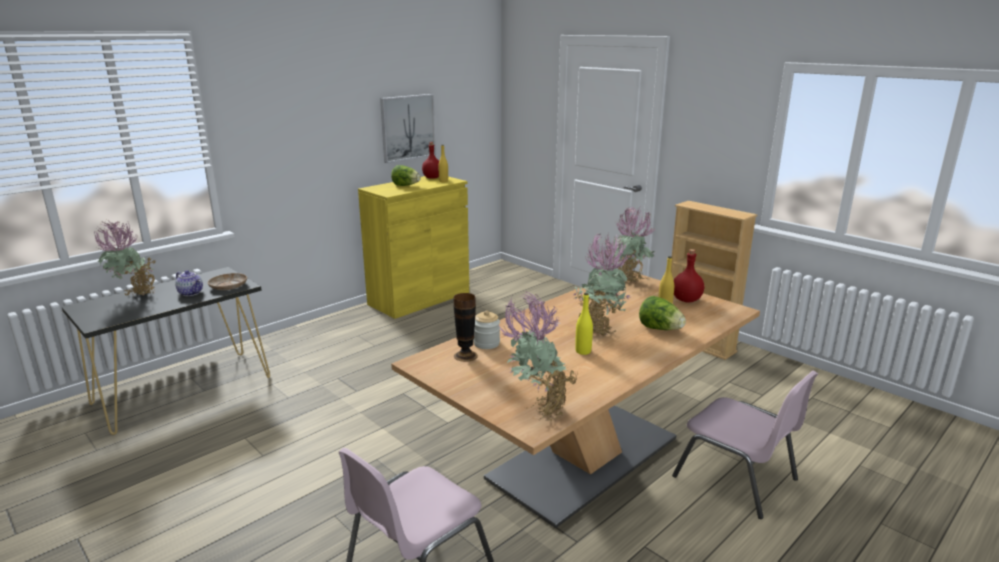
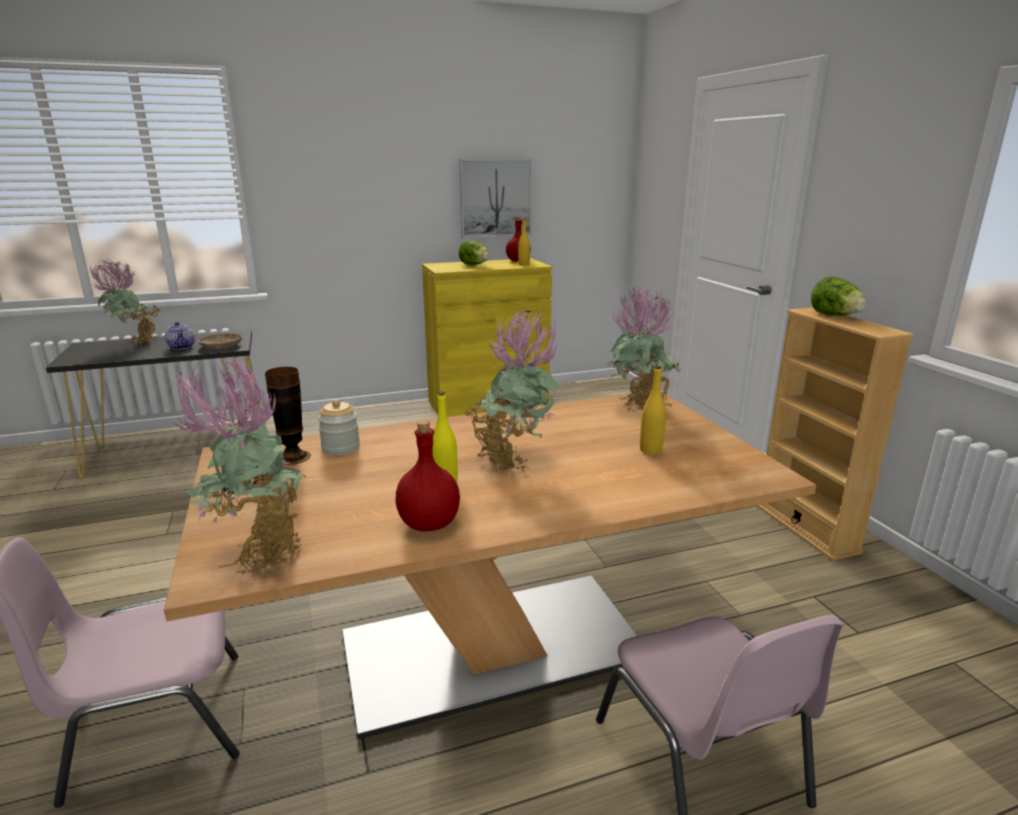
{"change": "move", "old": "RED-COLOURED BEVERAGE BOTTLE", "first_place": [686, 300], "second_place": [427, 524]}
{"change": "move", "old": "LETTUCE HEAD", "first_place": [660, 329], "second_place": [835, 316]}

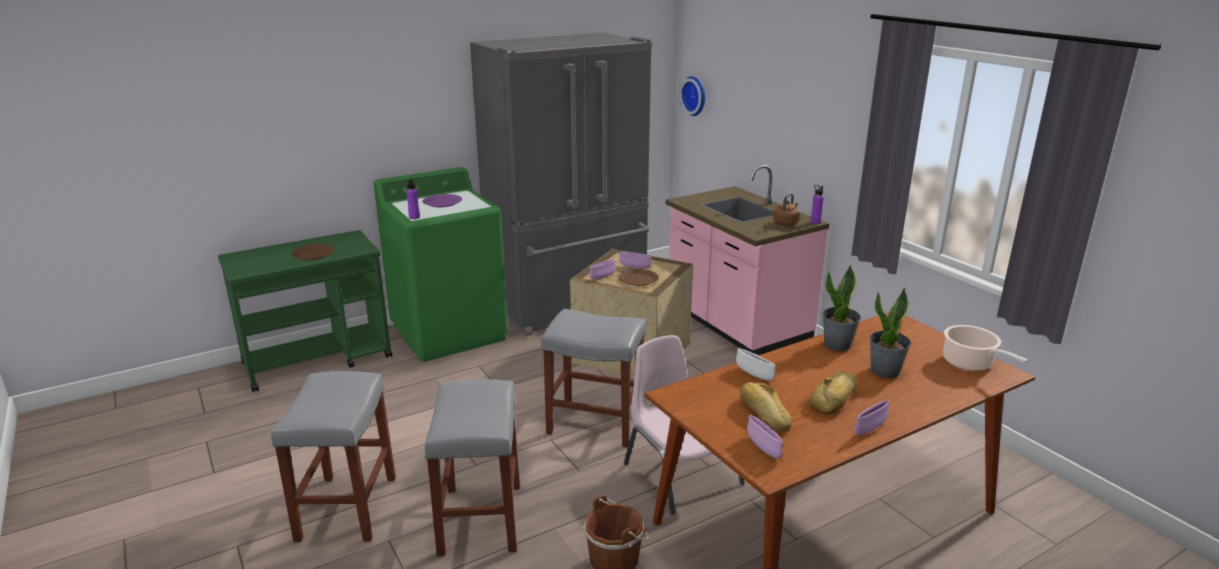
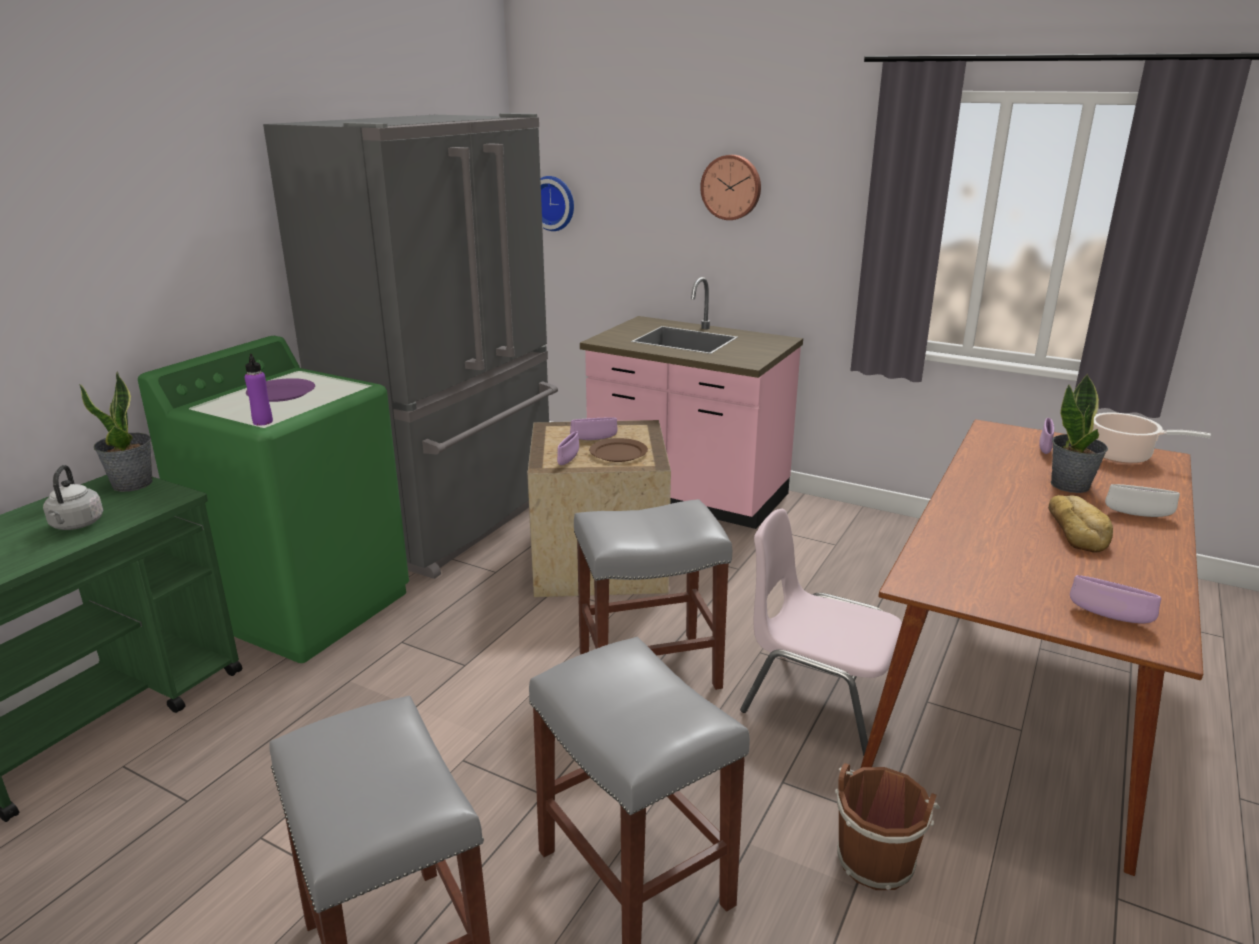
{"change": "replace", "old": "BROWNISH DINNER PLATE", "new": "GREYISH WATER KETTLE", "first_place": [313, 254], "second_place": [76, 525]}
{"change": "move", "old": "HOUSEPLANT", "first_place": [837, 344], "second_place": [133, 484]}
{"change": "insert", "new": "CLOCK ON THE WALL", "second_place": [731, 187]}
{"change": "move", "old": "PURPLE-COLOURED DEEP DISH", "first_place": [870, 429], "second_place": [1044, 449]}
{"change": "move", "old": "WHITE DEEP DISH", "first_place": [754, 375], "second_place": [1138, 515]}
{"change": "delete", "old": "BREAD", "first_place": [763, 413]}
{"change": "delete", "old": "BROWNISH WATER KETTLE", "first_place": [786, 223]}
{"change": "delete", "old": "PURPLE-COLOURED BEVERAGE BOTTLE", "first_place": [815, 222]}

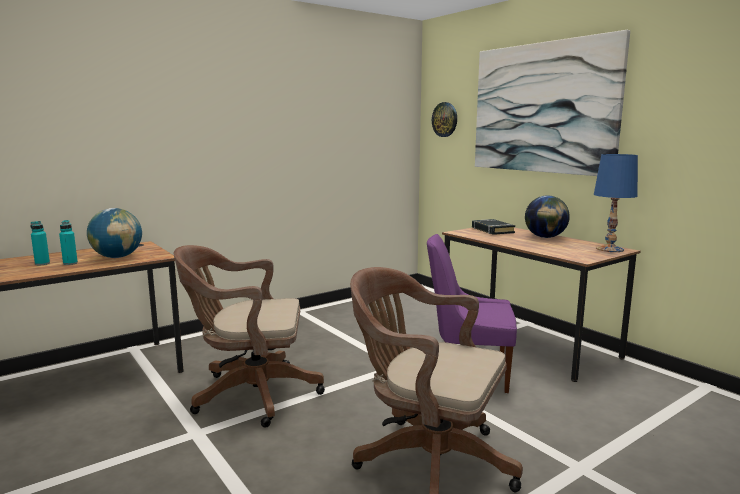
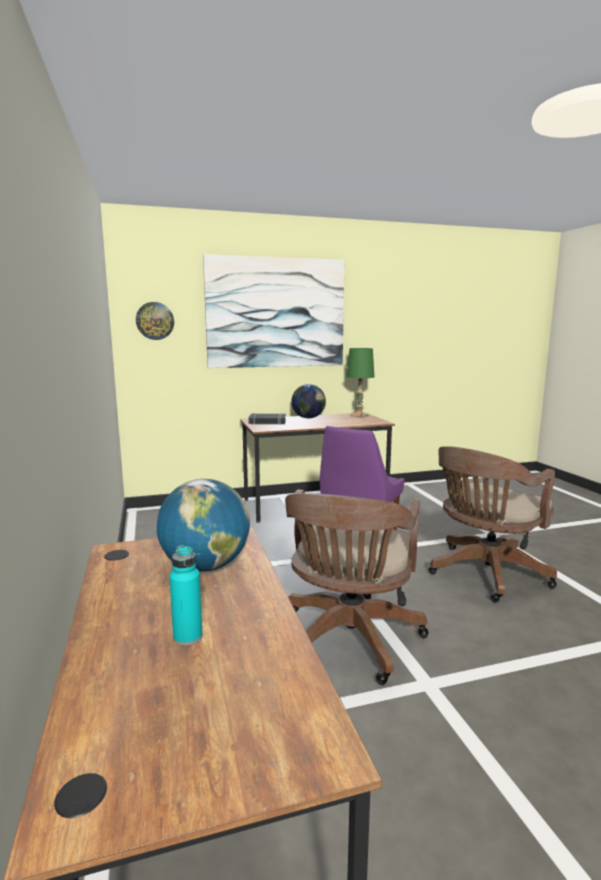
{"change": "recolor", "old": "BLUE LAMP FOR A TABLE", "new": "GREEN-COLOURED LAMP FOR A TABLE", "first_place": [610, 249], "second_place": [359, 415]}
{"change": "delete", "old": "BLUE-GREEN BEVERAGE BOTTLE", "first_place": [70, 263]}

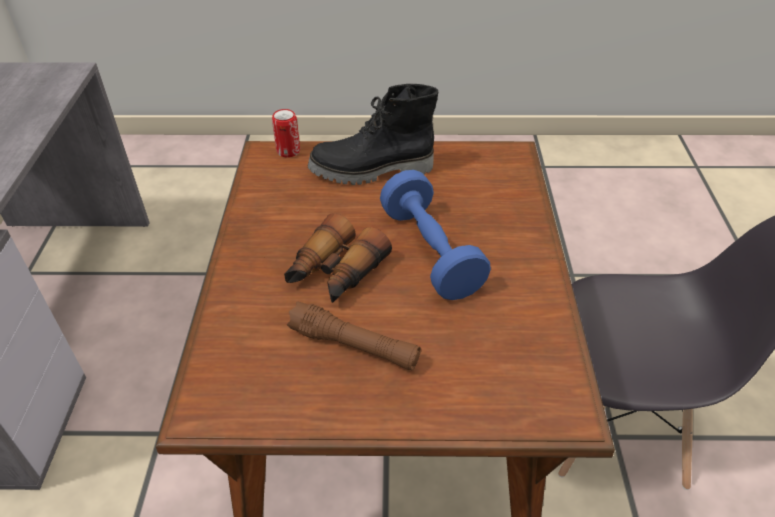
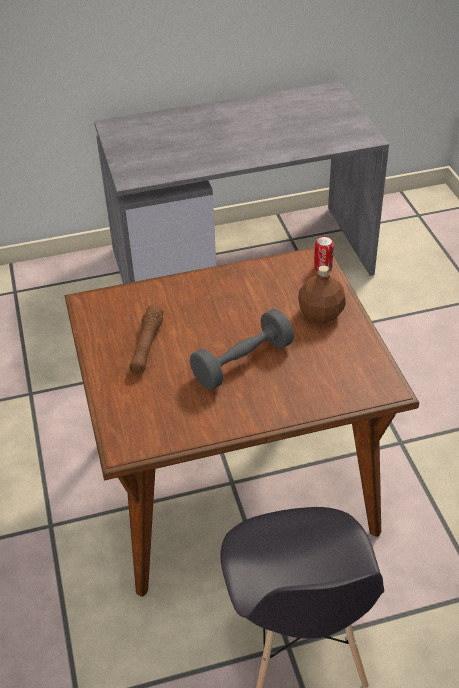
{"change": "recolor", "old": "BLUE DUMBBELL", "new": "GREYISH DUMBBELL", "first_place": [431, 252], "second_place": [242, 363]}
{"change": "replace", "old": "BLACKISH TALL BOOT", "new": "BROWNISH BEVERAGE BOTTLE", "first_place": [372, 171], "second_place": [320, 314]}
{"change": "delete", "old": "PAIR OF BINOCULARS", "first_place": [335, 273]}

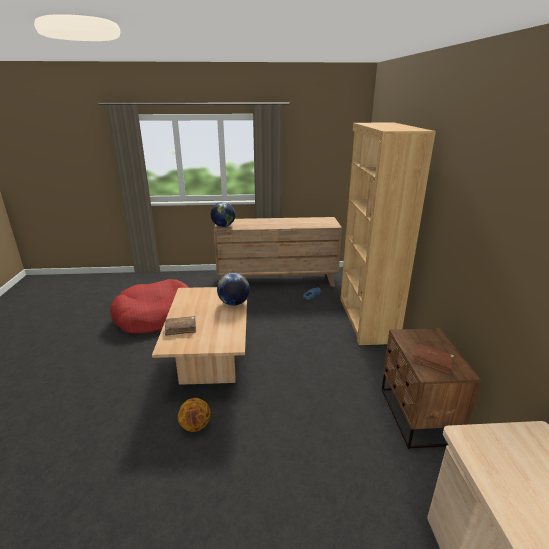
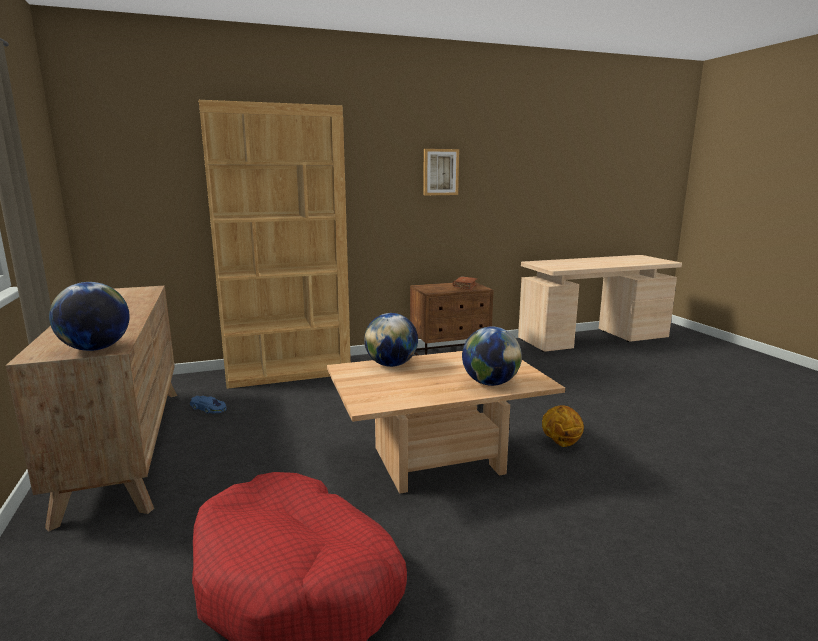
{"change": "insert", "new": "WALL ART", "second_place": [440, 172]}
{"change": "replace", "old": "BROWNISH BOUND BOOK", "new": "DESK GLOBE", "first_place": [181, 329], "second_place": [490, 383]}

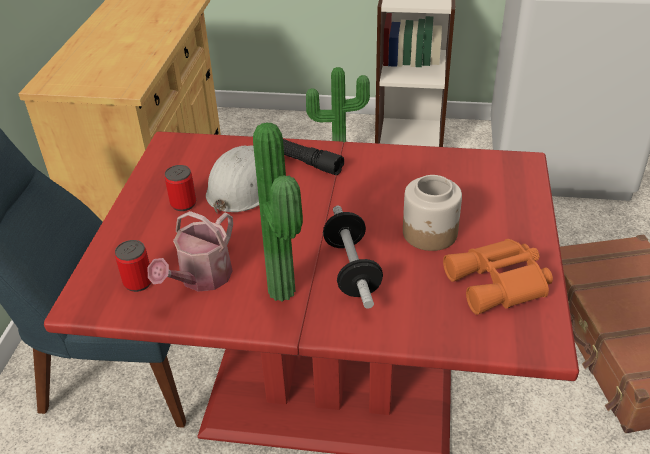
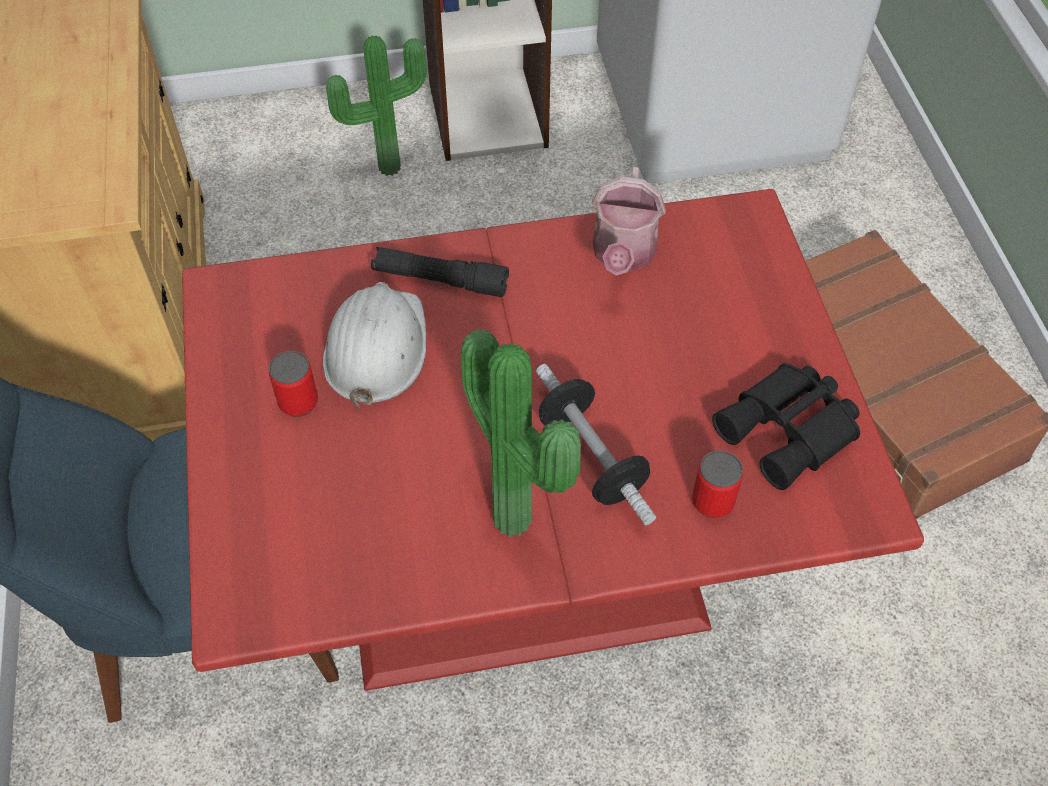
{"change": "move", "old": "SPRINKLING CAN", "first_place": [201, 279], "second_place": [623, 255]}
{"change": "move", "old": "CAN", "first_place": [138, 282], "second_place": [712, 501]}
{"change": "recolor", "old": "ORANGE PAIR OF BINOCULARS", "new": "BLACKISH PAIR OF BINOCULARS", "first_place": [500, 284], "second_place": [790, 431]}
{"change": "delete", "old": "JAR", "first_place": [430, 233]}

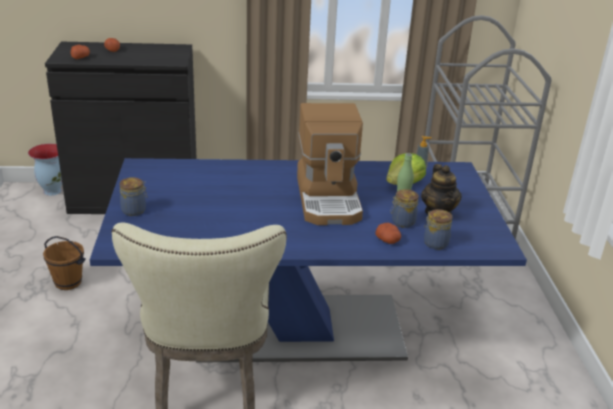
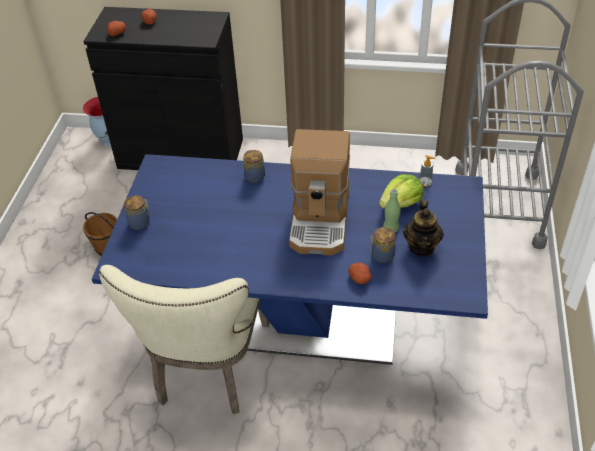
{"change": "move", "old": "JAR", "first_place": [434, 243], "second_place": [254, 176]}

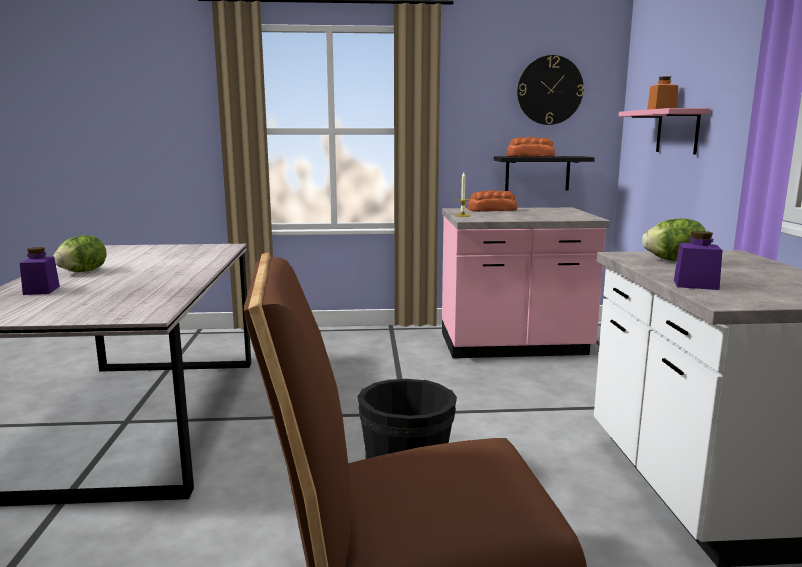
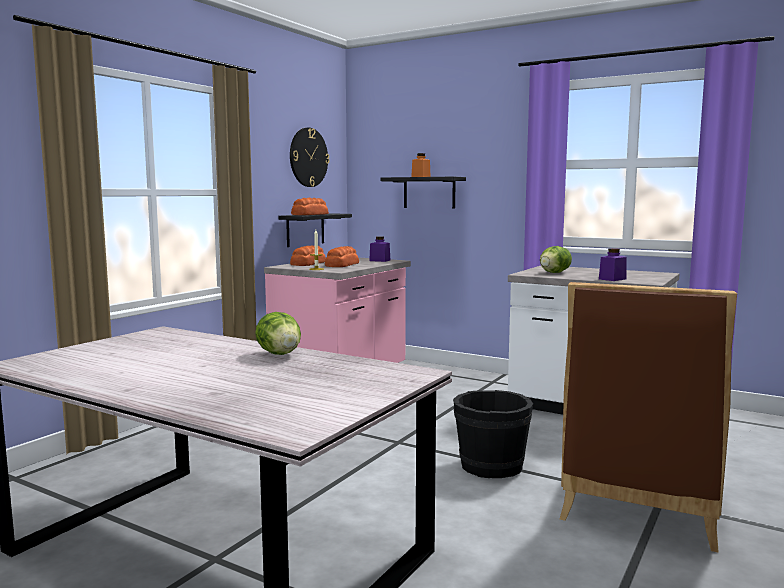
{"change": "move", "old": "LETTUCE HEAD", "first_place": [82, 271], "second_place": [280, 354]}
{"change": "insert", "new": "BREAD", "second_place": [341, 265]}
{"change": "move", "old": "PURPLE-COLOURED JAR", "first_place": [41, 290], "second_place": [380, 260]}
{"change": "recolor", "old": "PINK-COLOURED WALL SHELF", "new": "BLACKISH WALL SHELF", "first_place": [677, 131], "second_place": [429, 192]}

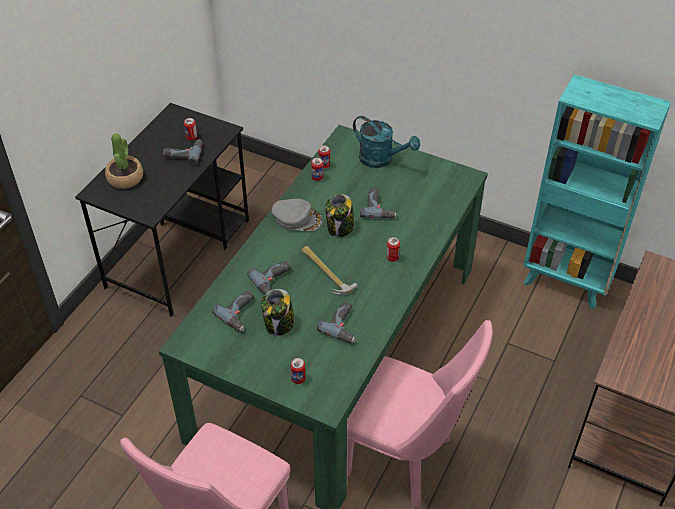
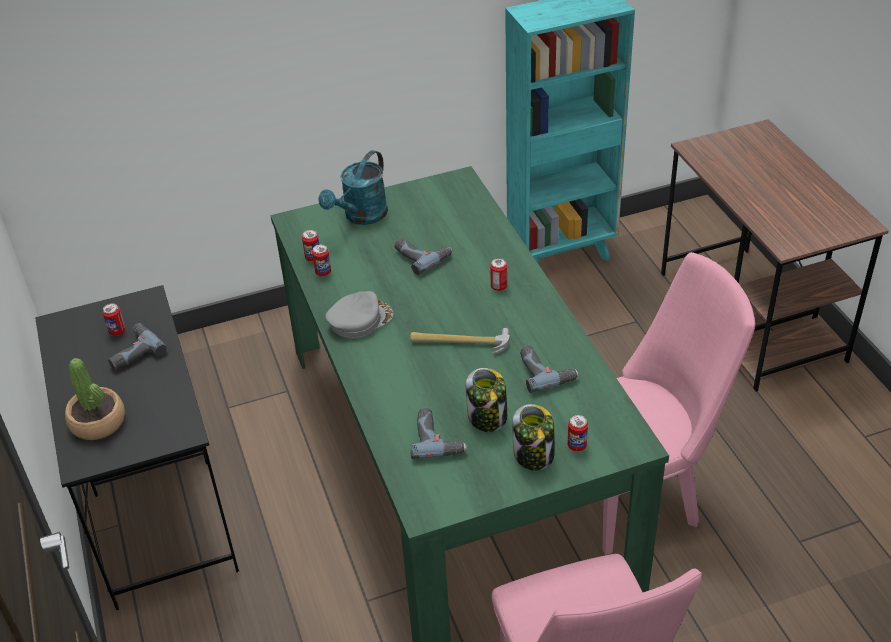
{"change": "rotate", "old": "BLUE-GREEN SPRINKLING CAN", "first_place": [381, 159], "second_place": [361, 217], "degrees": 135}
{"change": "move", "old": "JAR", "first_place": [340, 228], "second_place": [534, 455]}
{"change": "delete", "old": "DRILL", "first_place": [274, 281]}

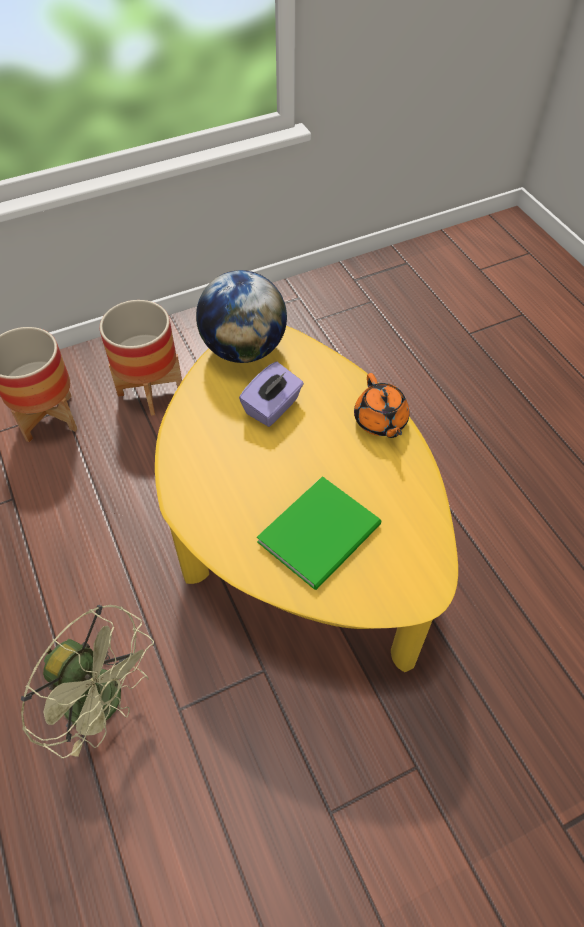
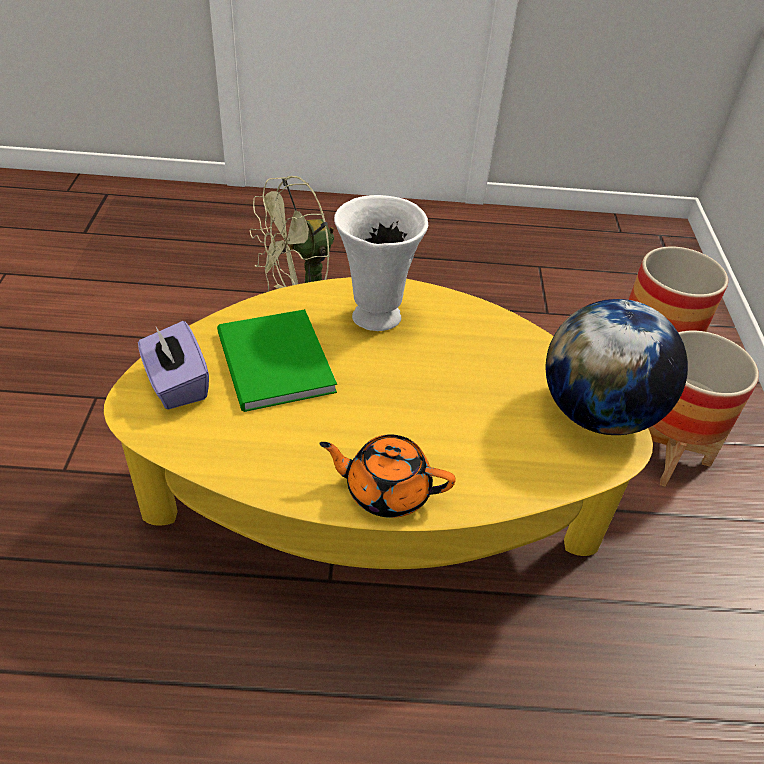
{"change": "move", "old": "PURPLE-COLOURED BOX OF TISSUES", "first_place": [272, 407], "second_place": [176, 384]}
{"change": "insert", "new": "WHITE VASE", "second_place": [374, 317]}

